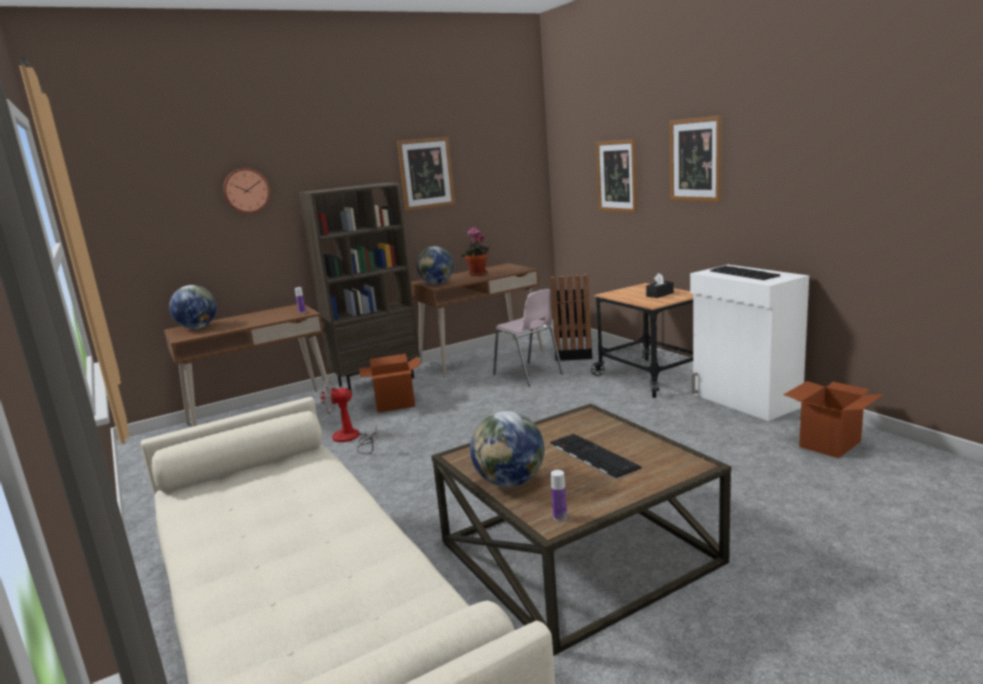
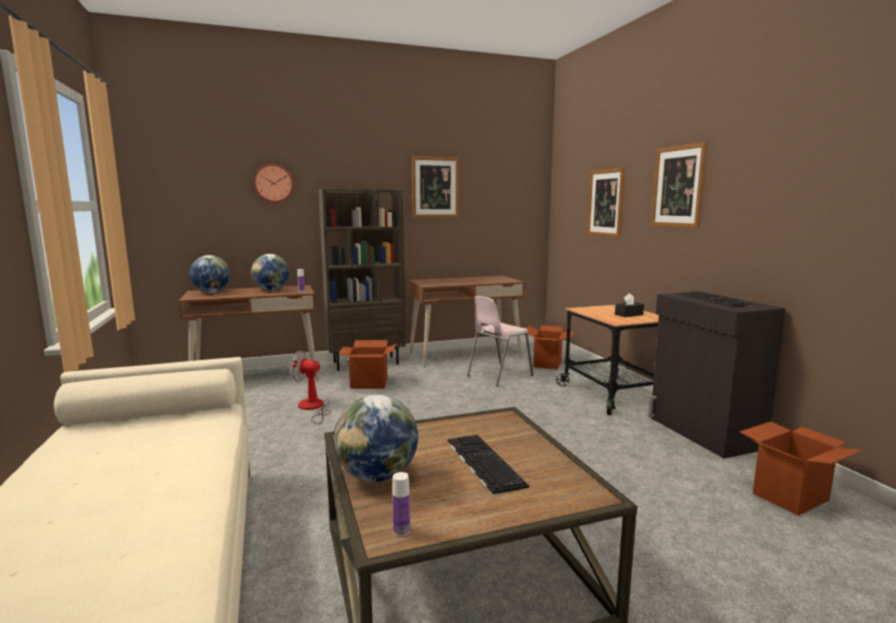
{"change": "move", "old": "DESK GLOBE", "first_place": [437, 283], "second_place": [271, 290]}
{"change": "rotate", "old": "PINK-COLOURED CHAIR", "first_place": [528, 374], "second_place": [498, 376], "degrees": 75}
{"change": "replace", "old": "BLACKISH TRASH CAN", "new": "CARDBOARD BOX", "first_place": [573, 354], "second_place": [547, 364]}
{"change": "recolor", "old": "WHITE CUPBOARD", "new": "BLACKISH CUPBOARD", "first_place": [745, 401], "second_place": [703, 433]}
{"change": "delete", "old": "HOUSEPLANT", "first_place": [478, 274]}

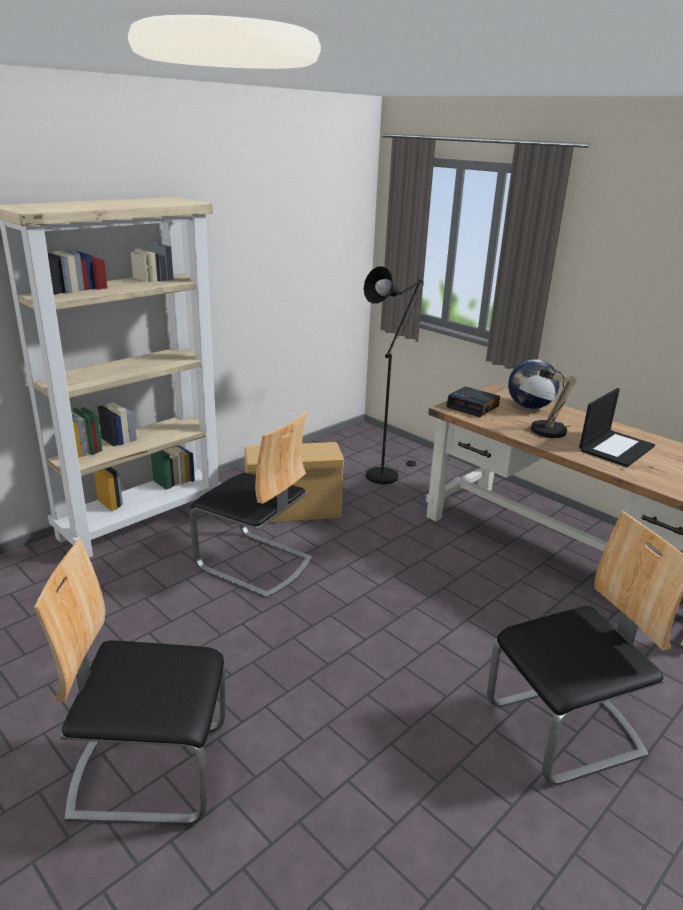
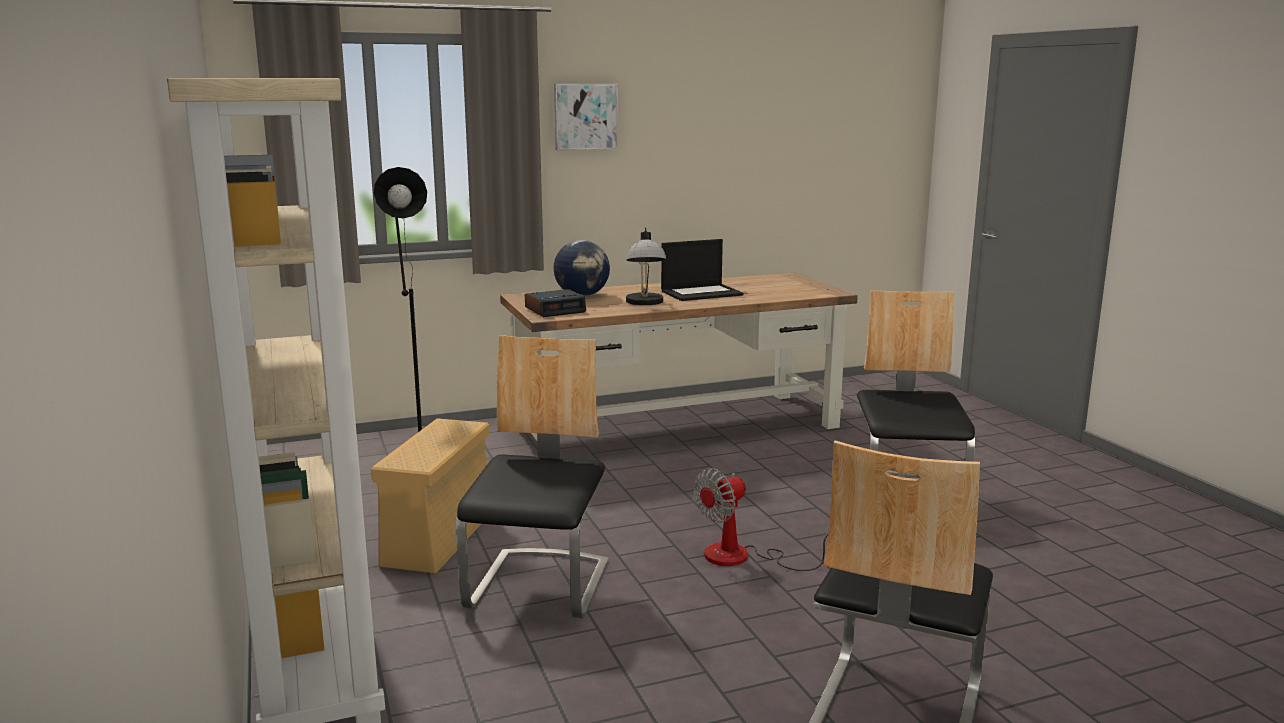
{"change": "rotate", "old": "CHAIR", "first_place": [254, 563], "second_place": [540, 586], "degrees": -45}
{"change": "insert", "new": "WALL ART", "second_place": [585, 116]}
{"change": "rotate", "old": "PORTABLE COMPUTER", "first_place": [616, 448], "second_place": [702, 293], "degrees": 90}
{"change": "insert", "new": "FAN", "second_place": [743, 557]}

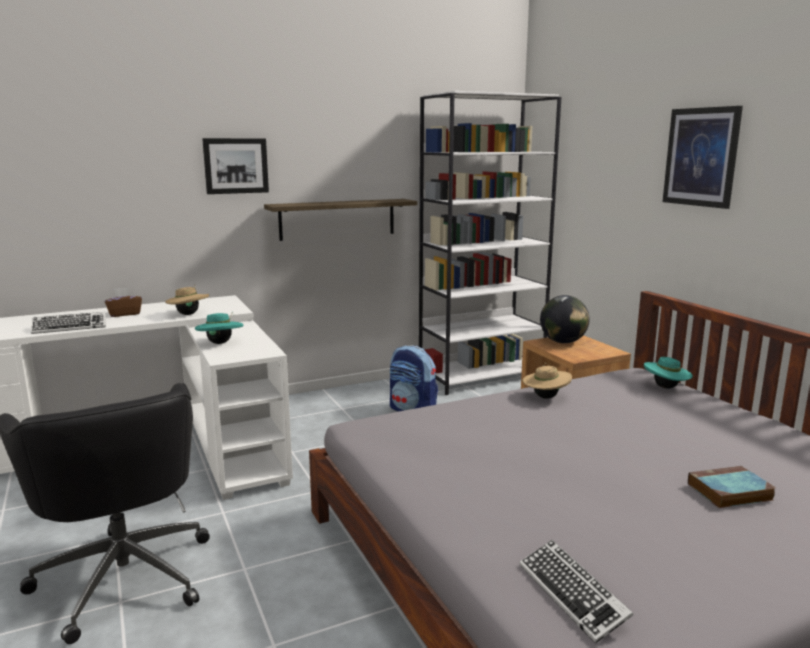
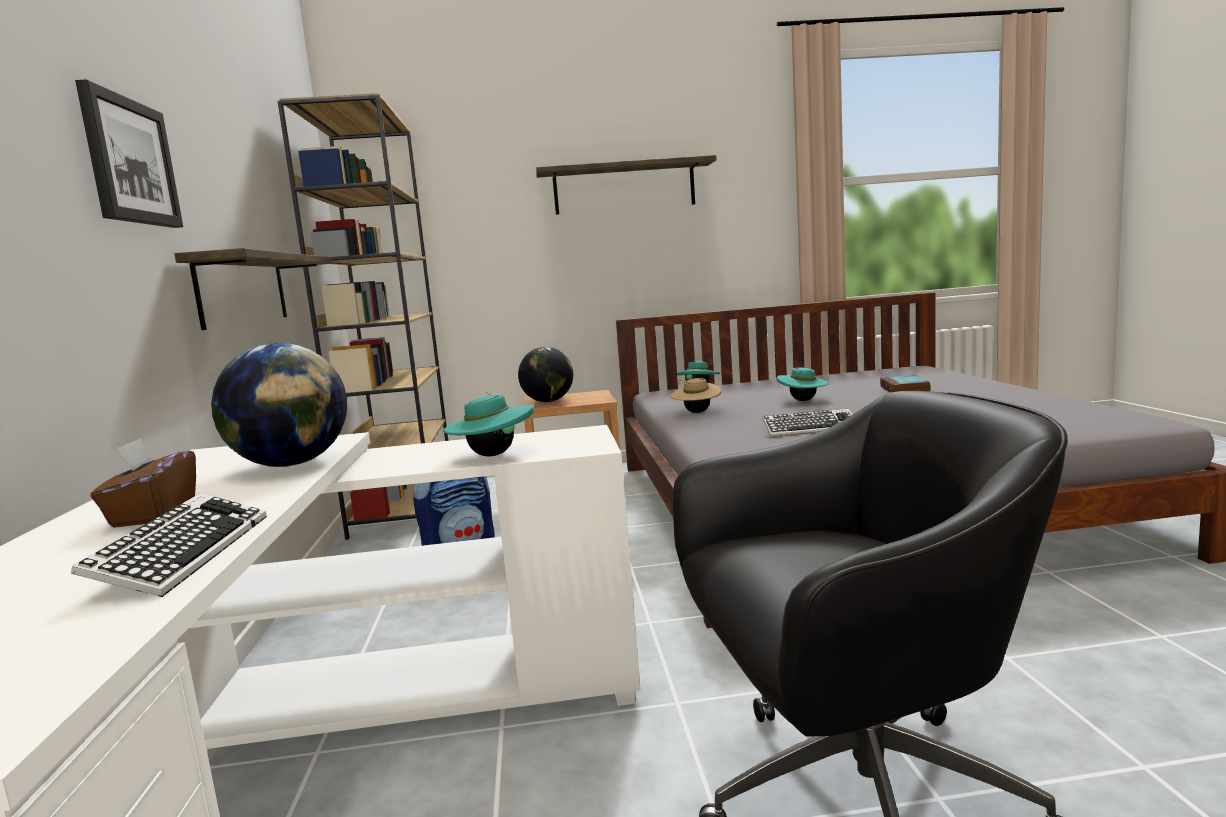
{"change": "replace", "old": "BEIGE WEARABLE HAT", "new": "DESK GLOBE", "first_place": [188, 314], "second_place": [291, 464]}
{"change": "recolor", "old": "WHITE BOOKCASE", "new": "BROWNISH BOOKCASE", "first_place": [481, 376], "second_place": [404, 507]}
{"change": "replace", "old": "WALL ART", "new": "WALL SHELF", "first_place": [701, 157], "second_place": [624, 188]}
{"change": "move", "old": "KEYBOARD", "first_place": [572, 595], "second_place": [810, 429]}
{"change": "insert", "new": "BLUE-GREEN WEARABLE HAT", "second_place": [803, 401]}

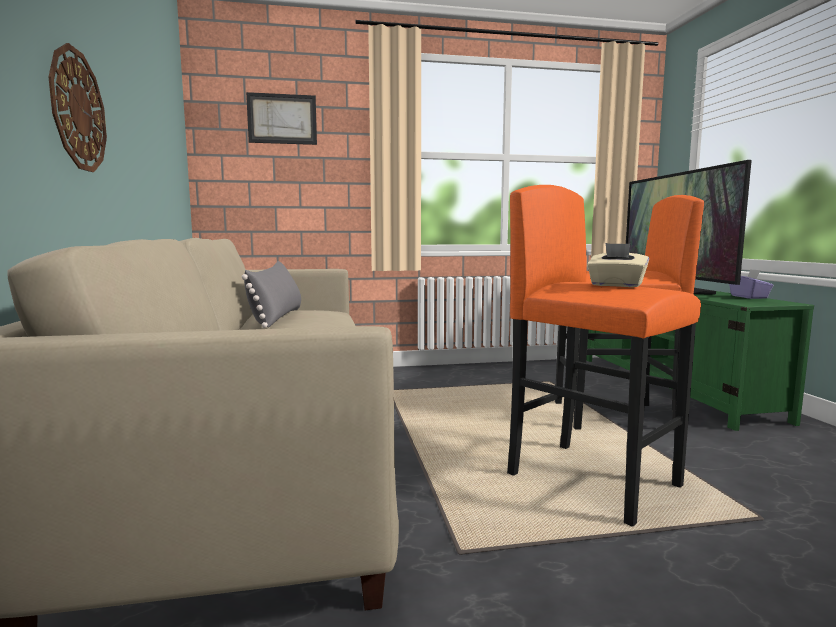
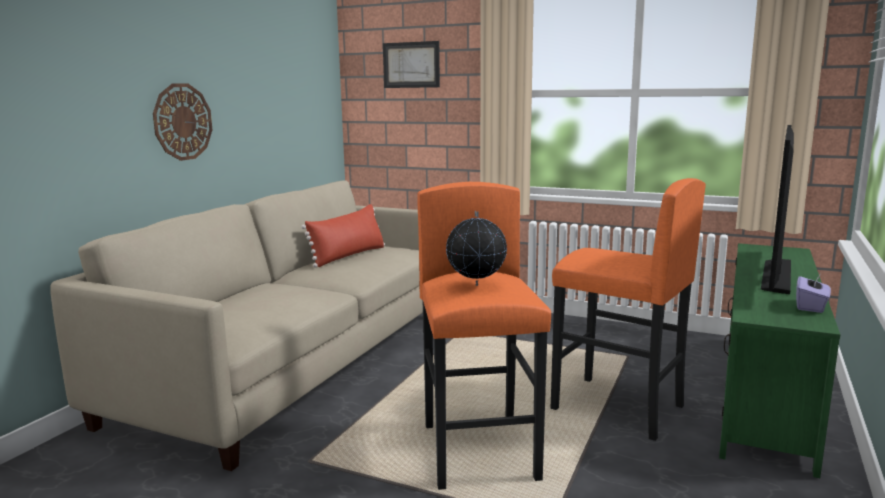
{"change": "recolor", "old": "GREYISH THROW PILLOW", "new": "RED-COLOURED THROW PILLOW", "first_place": [277, 317], "second_place": [348, 256]}
{"change": "replace", "old": "BEIGE BOX OF TISSUES", "new": "DESK GLOBE", "first_place": [616, 285], "second_place": [476, 286]}

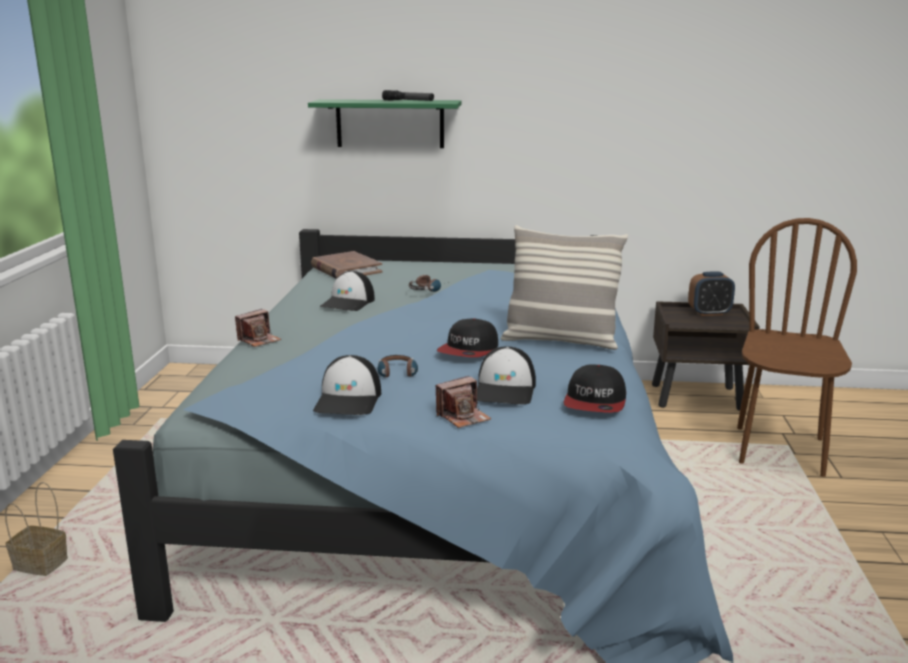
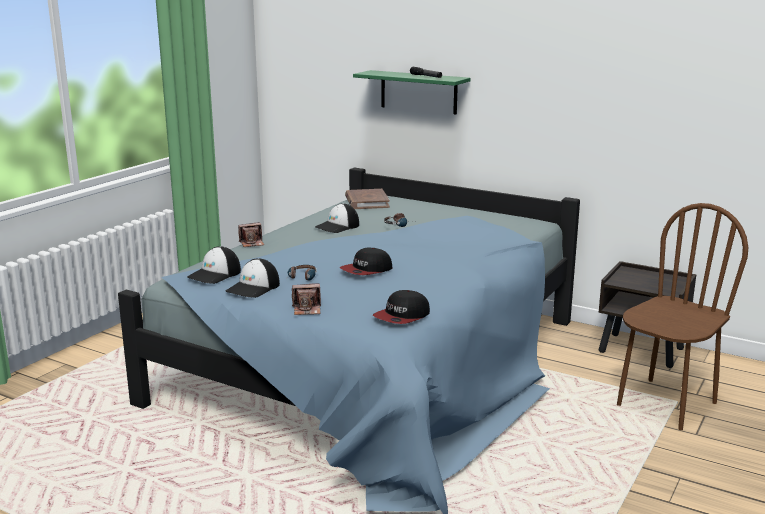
{"change": "move", "old": "BASEBALL CAP", "first_place": [505, 390], "second_place": [215, 274]}
{"change": "delete", "old": "STORAGE BASKET", "first_place": [43, 565]}
{"change": "delete", "old": "THROW PILLOW", "first_place": [560, 341]}
{"change": "delete", "old": "ALARM CLOCK", "first_place": [709, 313]}

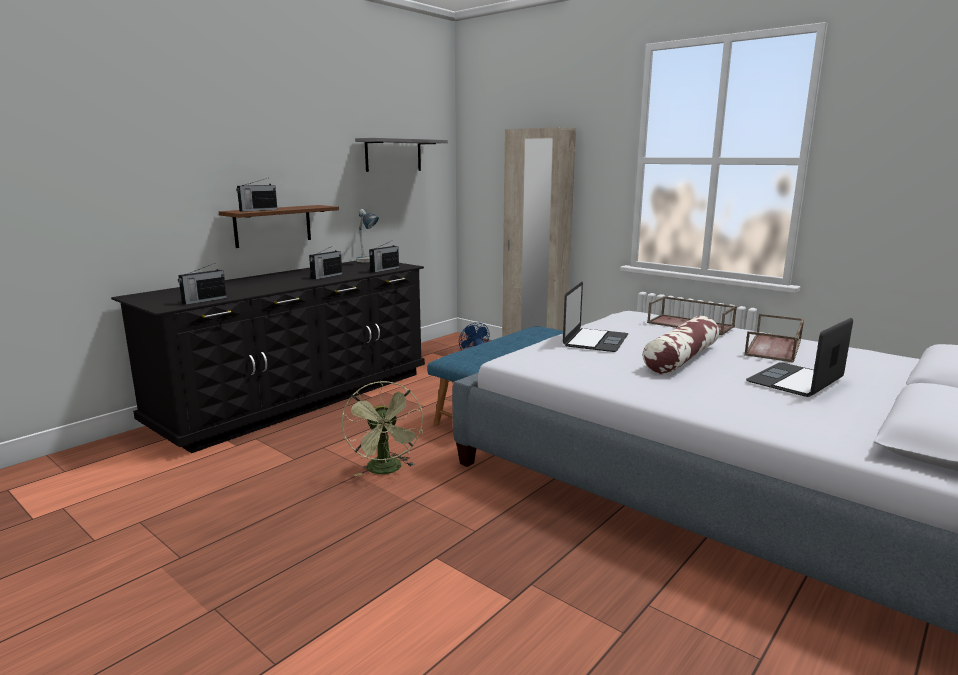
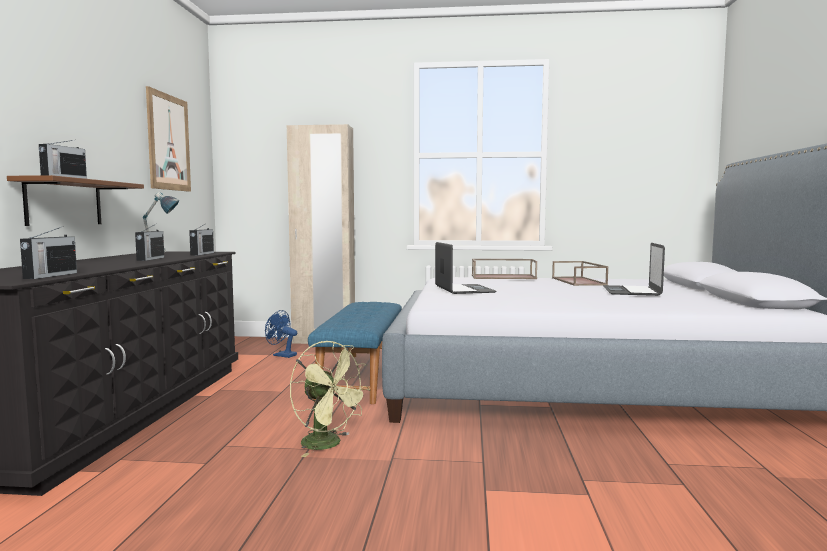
{"change": "replace", "old": "GREYISH WALL SHELF", "new": "WALL ART", "first_place": [393, 155], "second_place": [168, 142]}
{"change": "delete", "old": "THROW PILLOW", "first_place": [681, 359]}

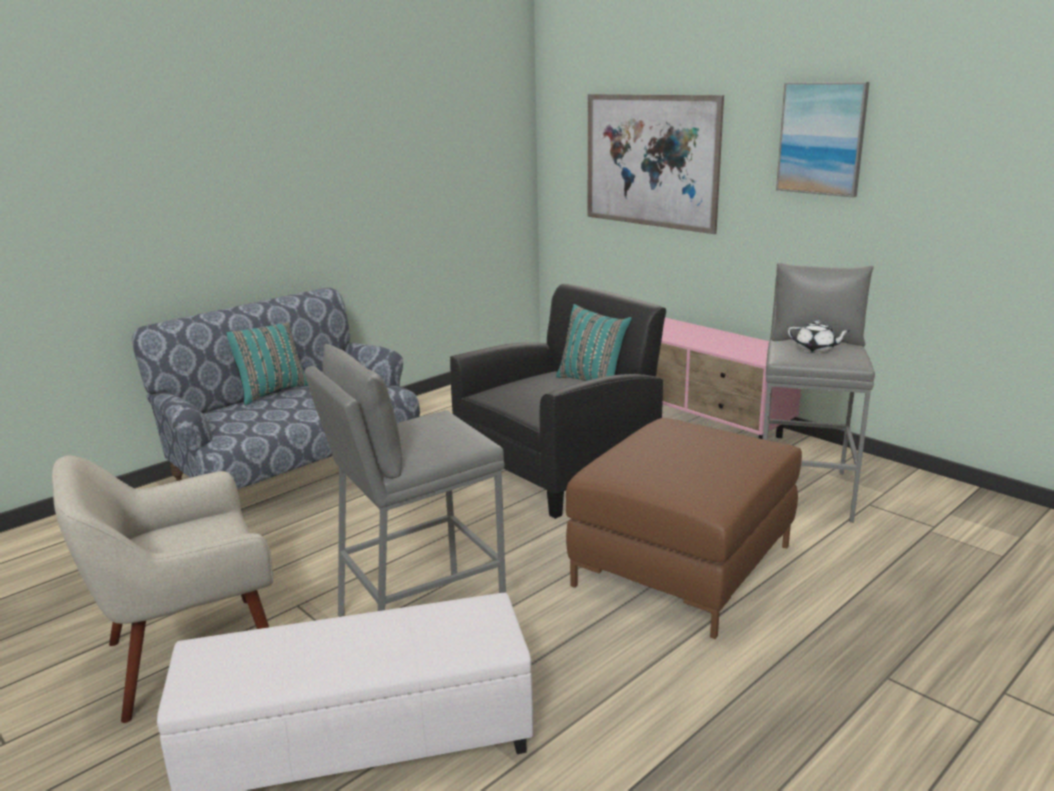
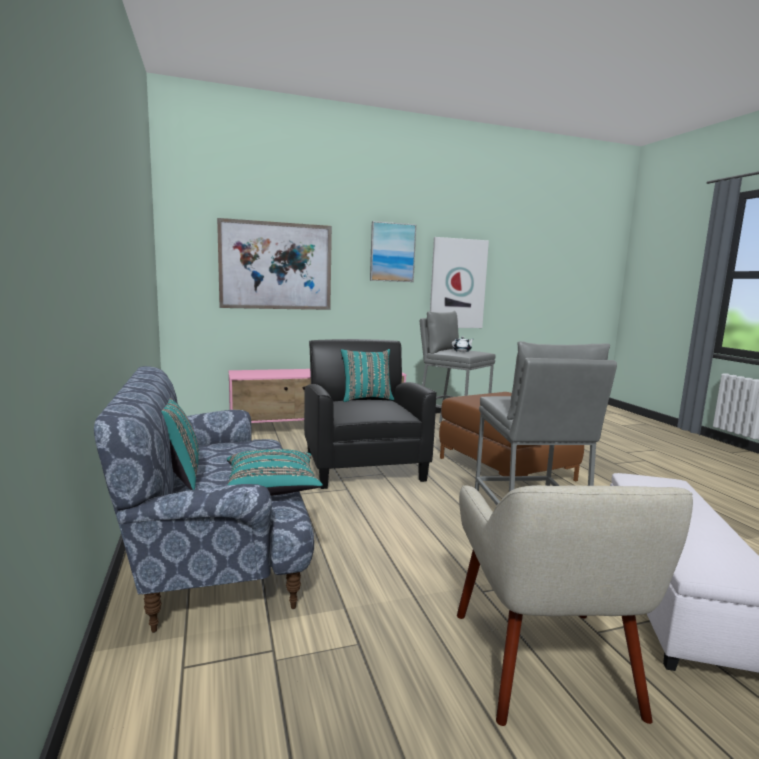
{"change": "insert", "new": "BLUE-GREEN THROW PILLOW", "second_place": [272, 489]}
{"change": "insert", "new": "WALL ART", "second_place": [457, 284]}

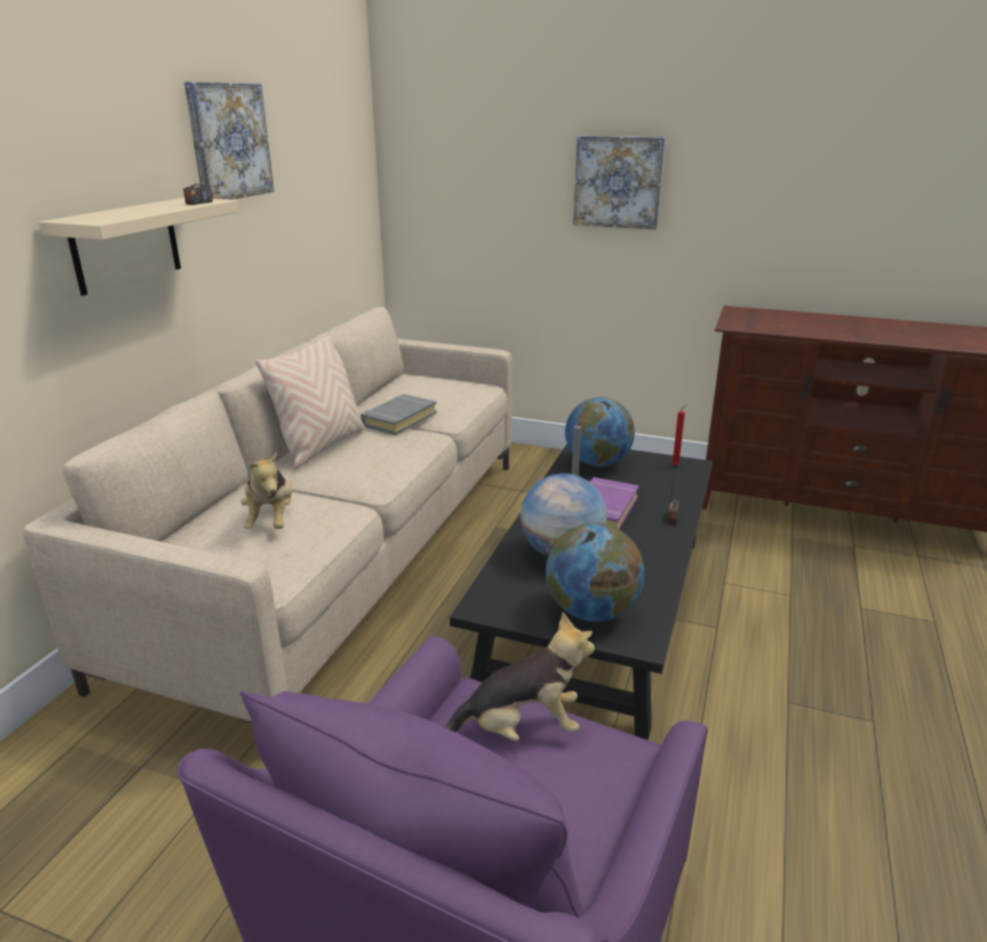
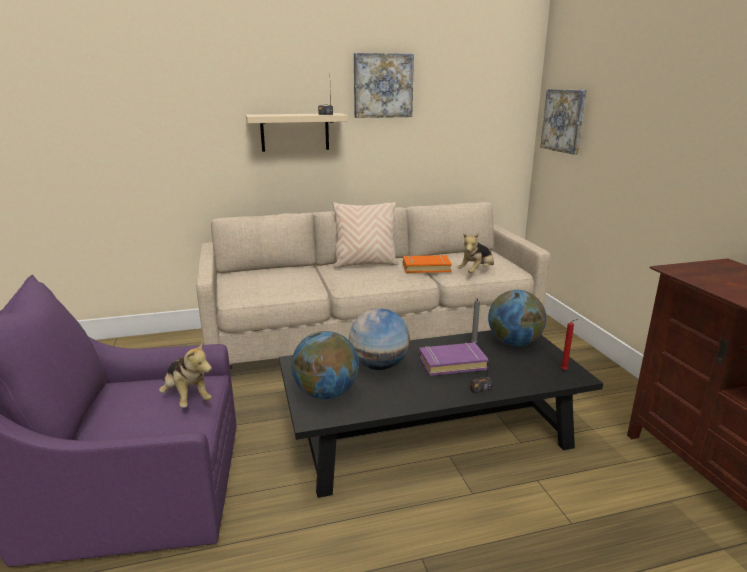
{"change": "recolor", "old": "GREYISH BOUND BOOK", "new": "ORANGE BOUND BOOK", "first_place": [399, 419], "second_place": [426, 267]}
{"change": "move", "old": "CUDDLY TOY", "first_place": [271, 520], "second_place": [476, 272]}
{"change": "move", "old": "WALL ART", "first_place": [618, 182], "second_place": [564, 120]}

